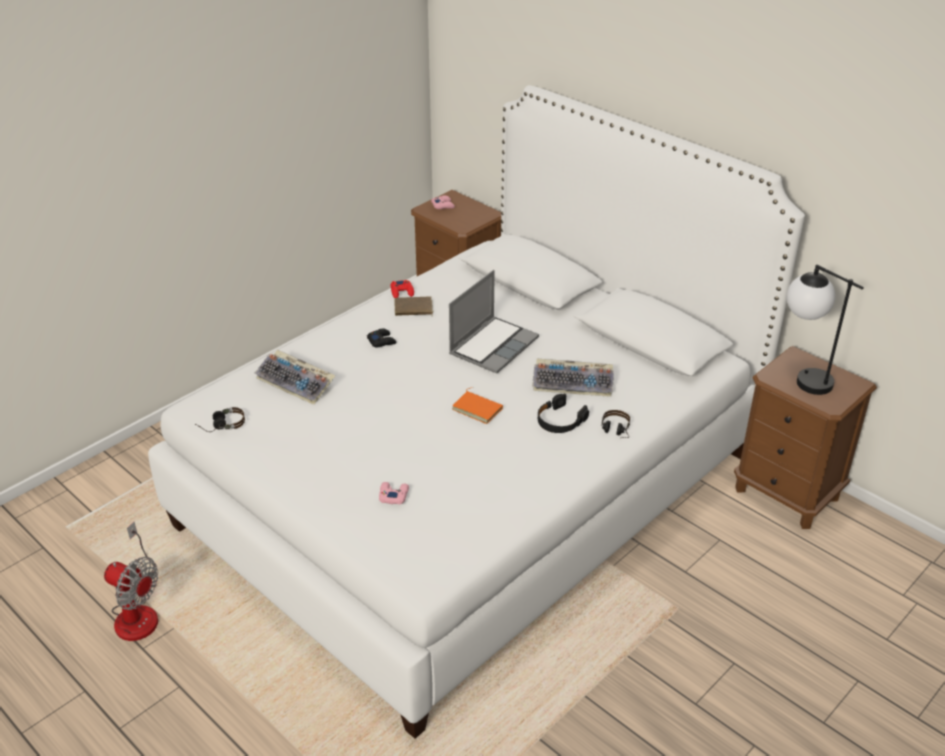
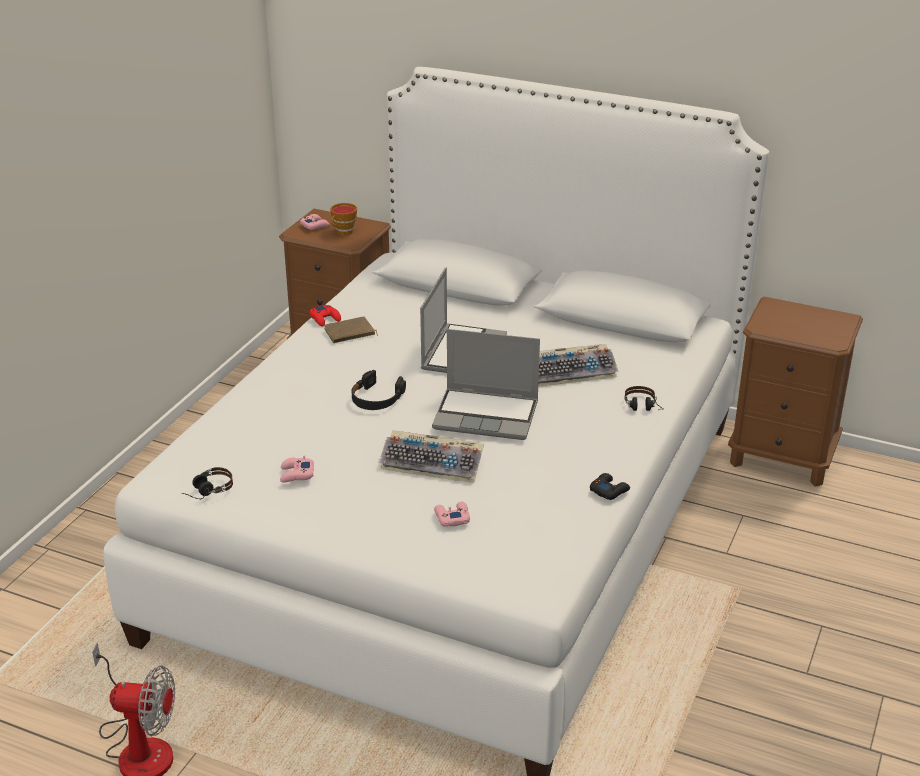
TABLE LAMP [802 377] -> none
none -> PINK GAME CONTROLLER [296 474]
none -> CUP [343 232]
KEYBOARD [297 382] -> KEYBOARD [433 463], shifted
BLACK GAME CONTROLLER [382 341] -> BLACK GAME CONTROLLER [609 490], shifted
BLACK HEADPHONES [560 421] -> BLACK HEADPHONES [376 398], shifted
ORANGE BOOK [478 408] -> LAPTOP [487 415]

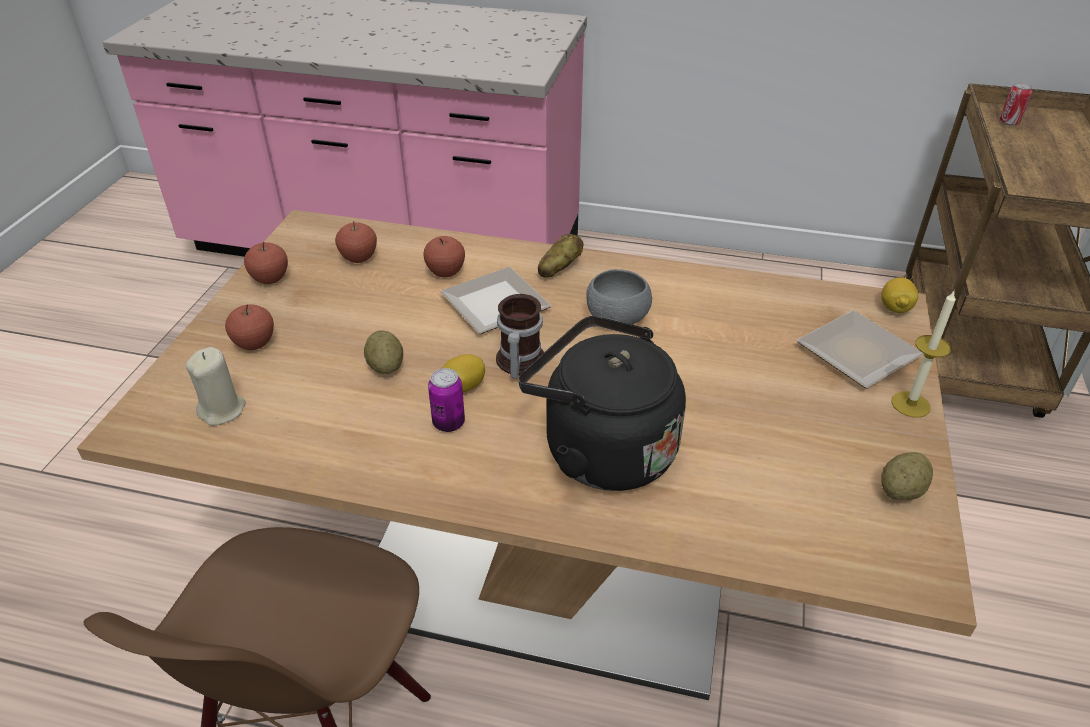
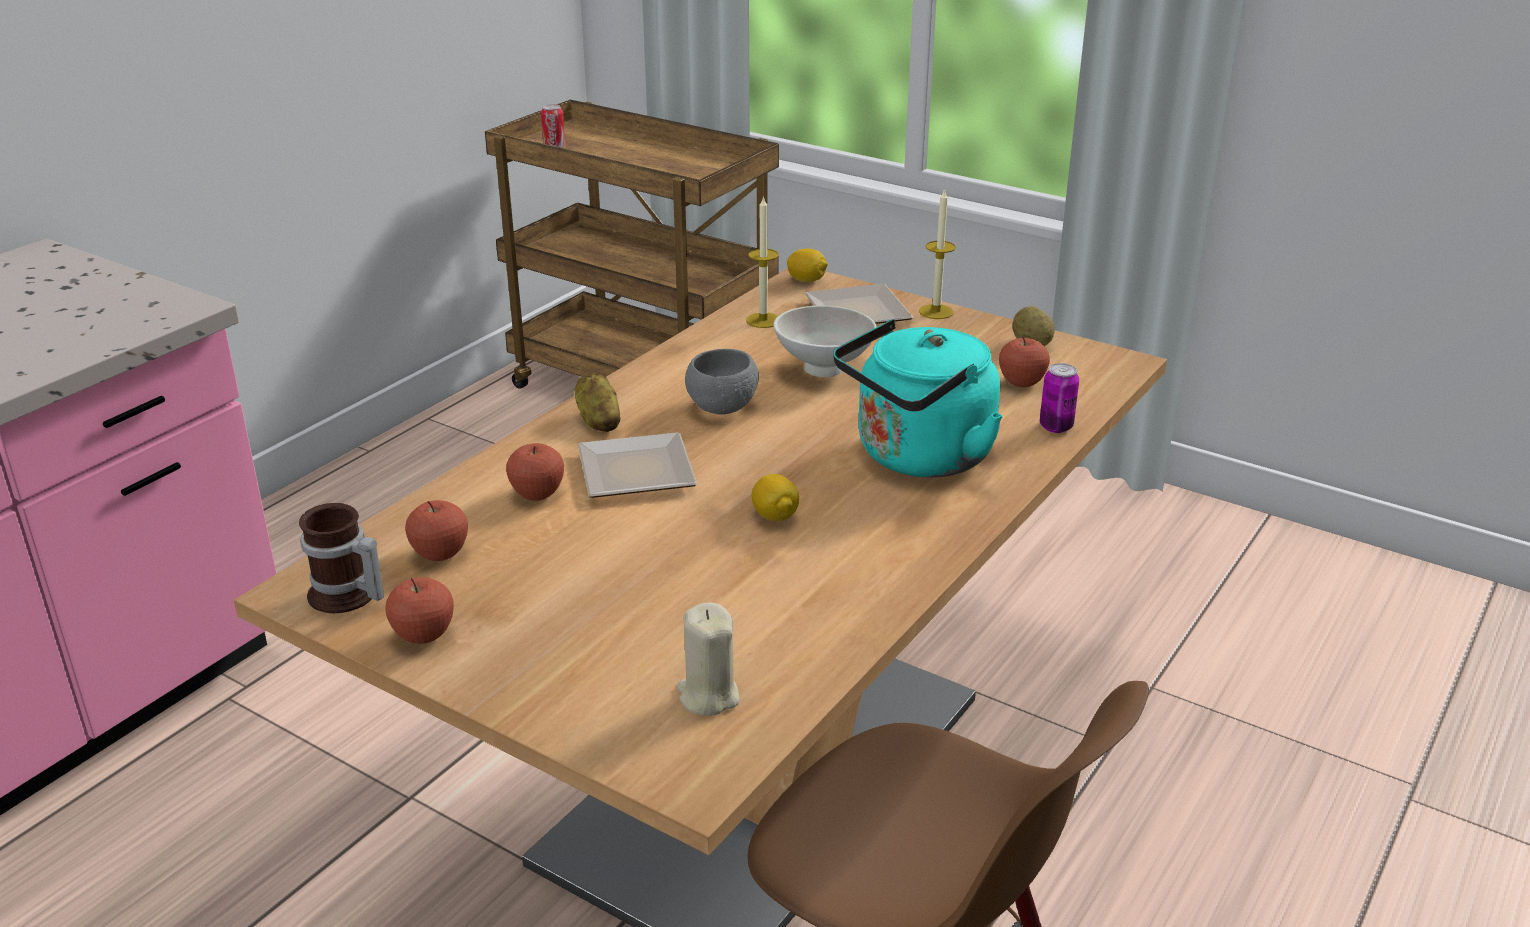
POTATO [386 366] -> none
none -> CANDLE [763 320]
none -> WHITE BOWL [822 367]
APPLE [254 343] -> APPLE [1021 382], shifted
CAN [448 423] -> CAN [1056 427], shifted
MUG [517 362] -> MUG [346 597], shifted
BLACK KETTLE [601 450] -> TURQUOISE KETTLE [918 457]

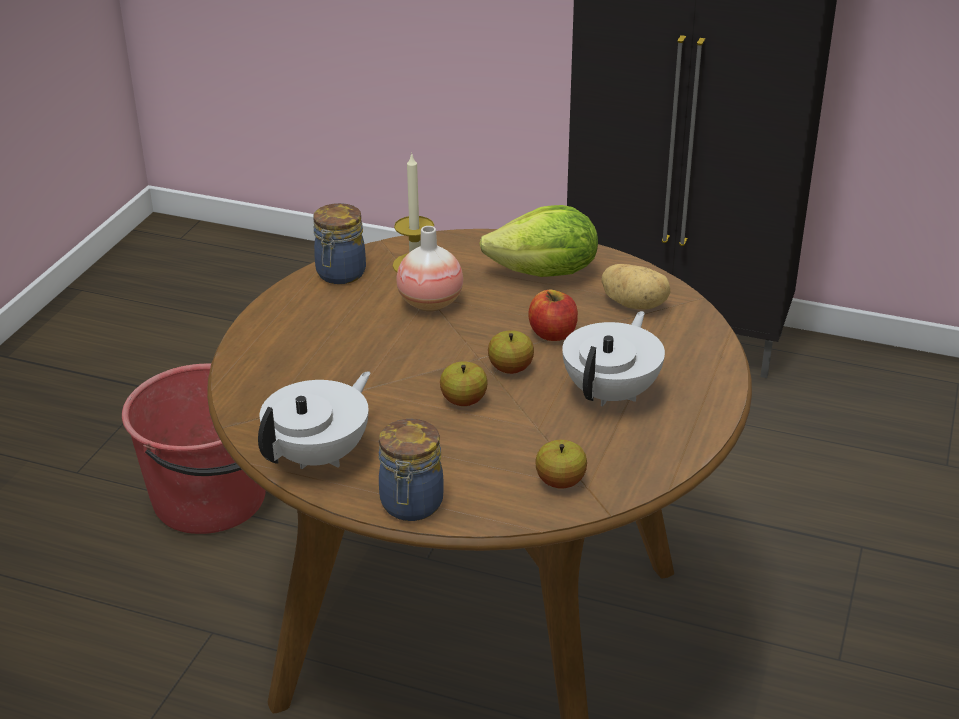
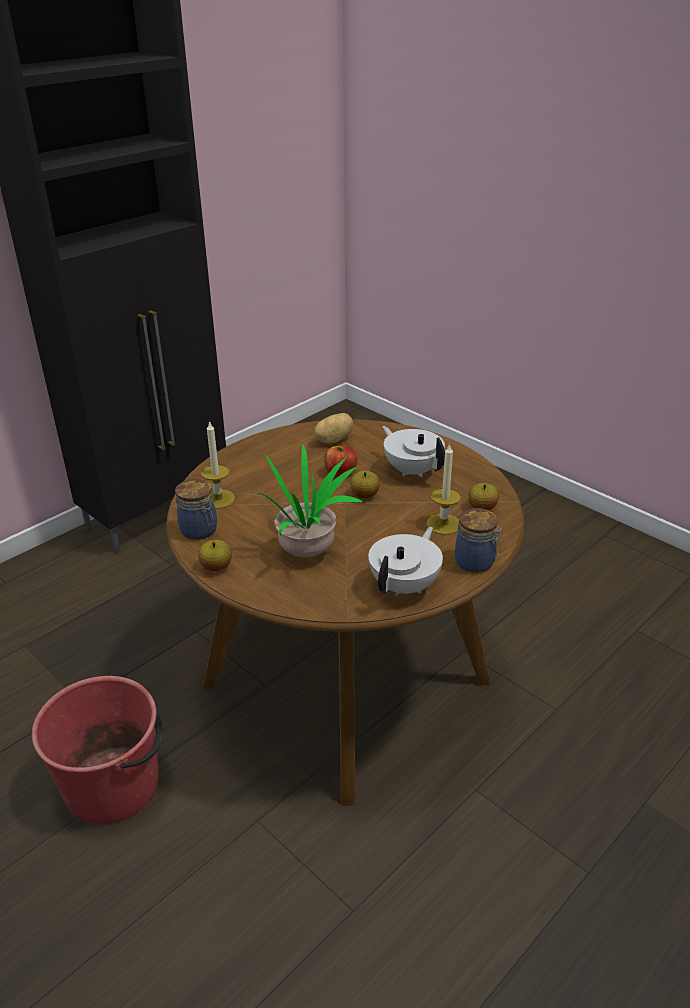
VASE [430 303] -> none
LETTUCE [545 274] -> none
none -> POTTED PLANT [305 550]
none -> CANDLE [443 524]
APPLE [463 401] -> APPLE [216 567], shifted
WHITE TEAPOT [320 455] -> WHITE TEAPOT [405 585], 60 degrees clockwise

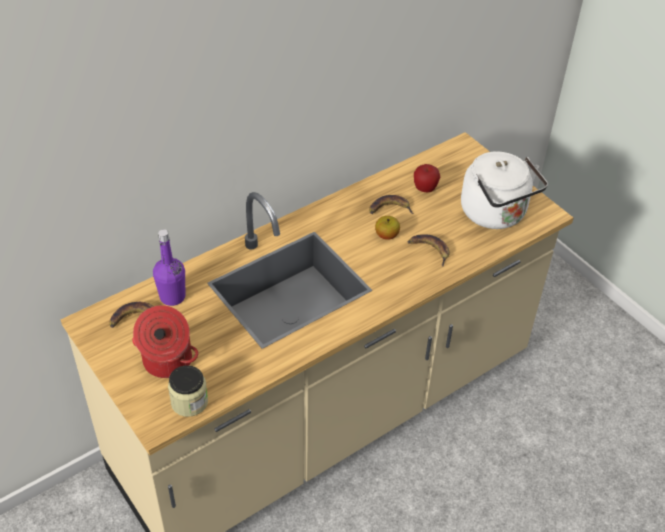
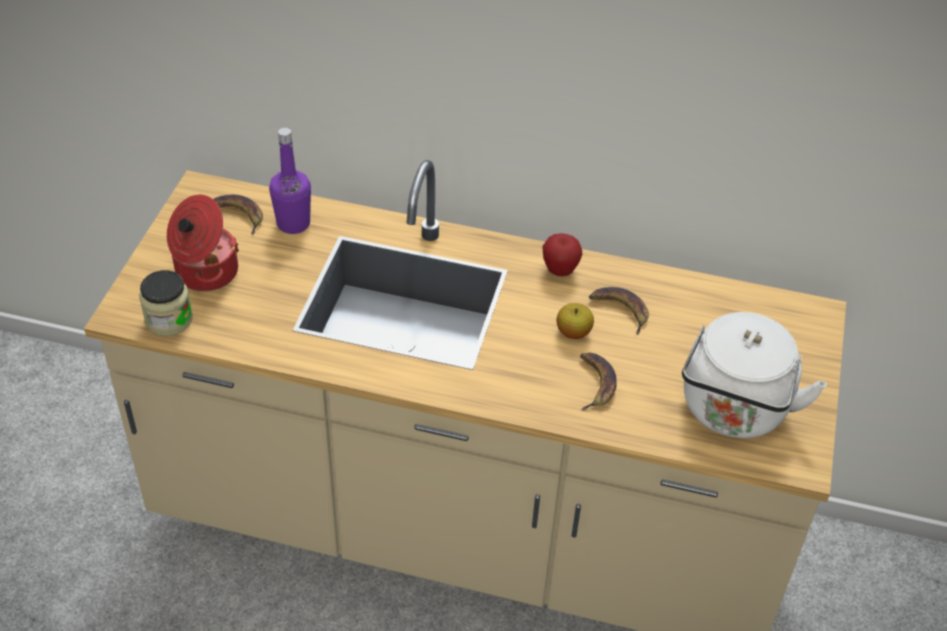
APPLE [425 189] -> APPLE [560 270], shifted

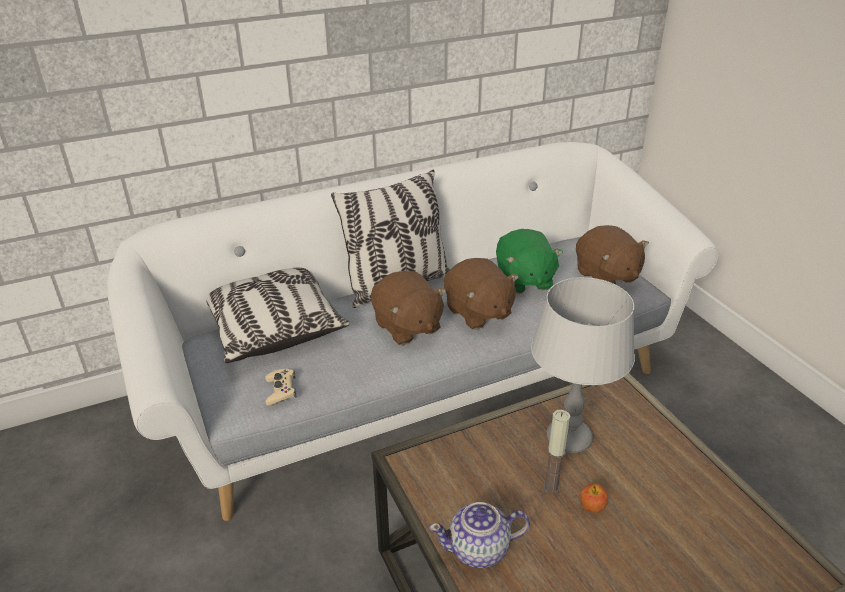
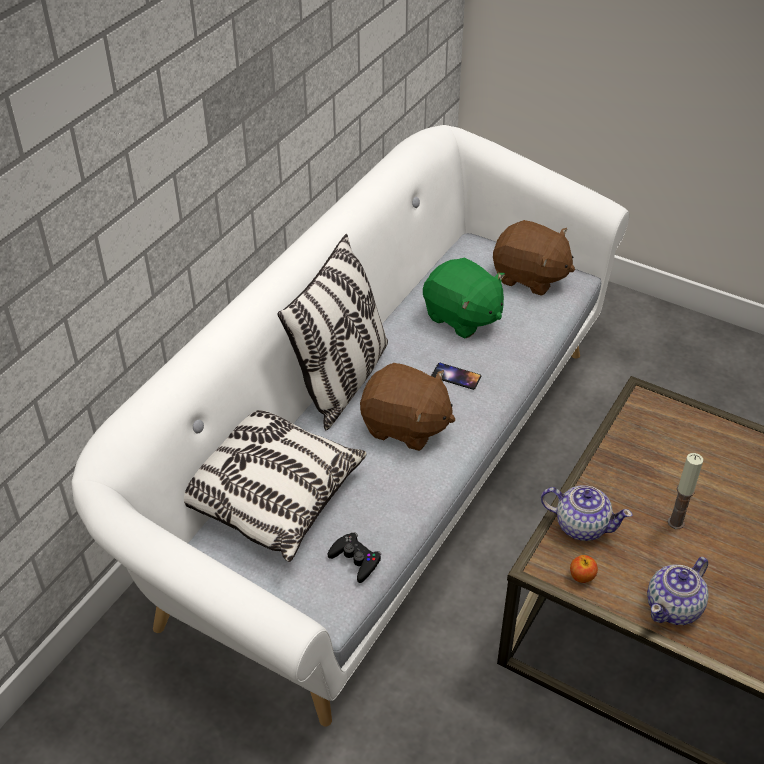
GREY TABLE LAMP [568 439] -> none
none -> TEAPOT [581 525]
APPLE [592 506] -> APPLE [582 576], shifted
BROWN PLUSH TOY [478 312] -> PHONE [456 376]
BEIGE GAME CONTROLLER [281 390] -> BLACK GAME CONTROLLER [355 560]

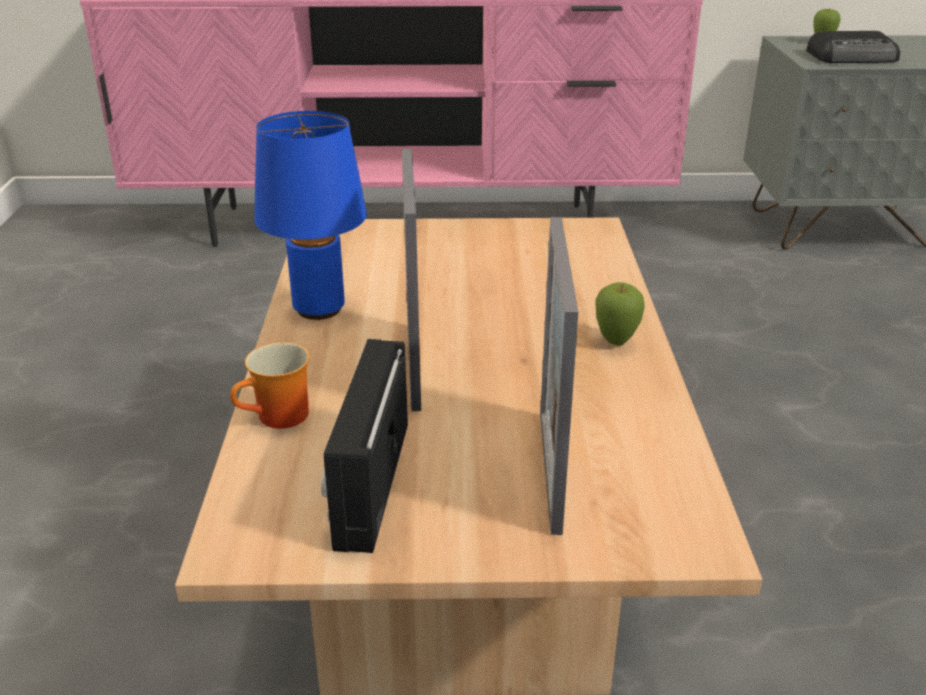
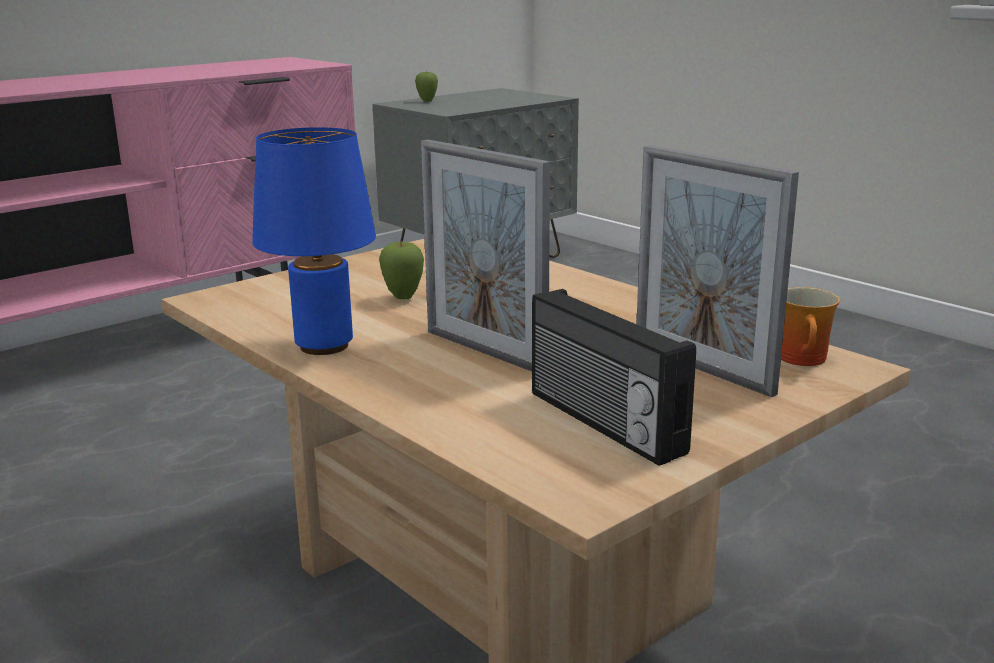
RADIO [853 57] -> none
MUG [280 419] -> MUG [806 359], shifted
APPLE [616 342] -> APPLE [403 298], shifted

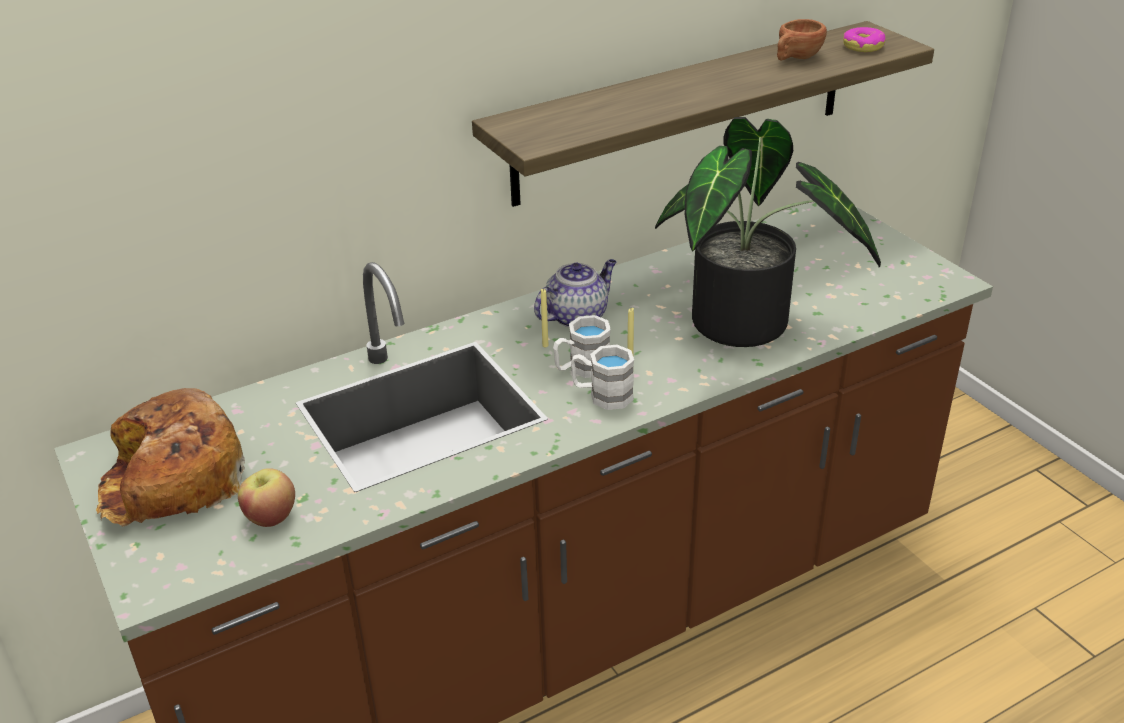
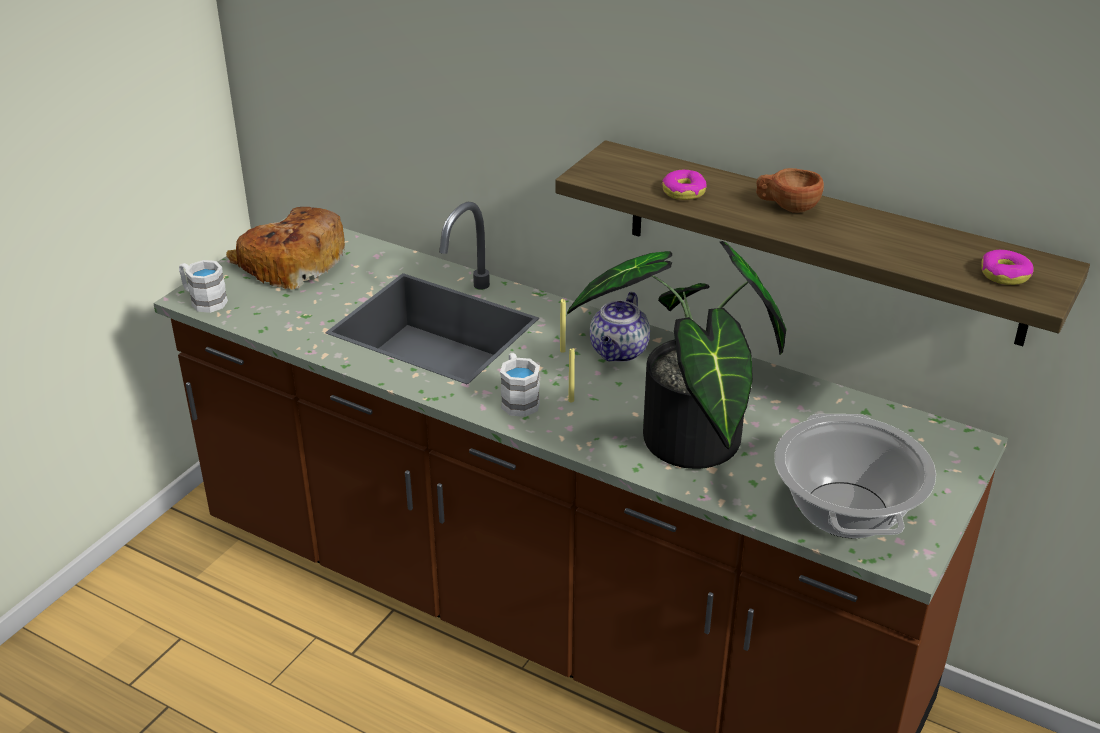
APPLE [270 516] -> none
none -> DONUT [683 192]
none -> COOKING POT [847 511]
WHITE MUG [581 368] -> WHITE MUG [203 300], shifted
BROWN CUP [796 58] -> BROWN CUP [787 207], shifted
TEAPOT [577 316] -> TEAPOT [619 352], 90 degrees clockwise

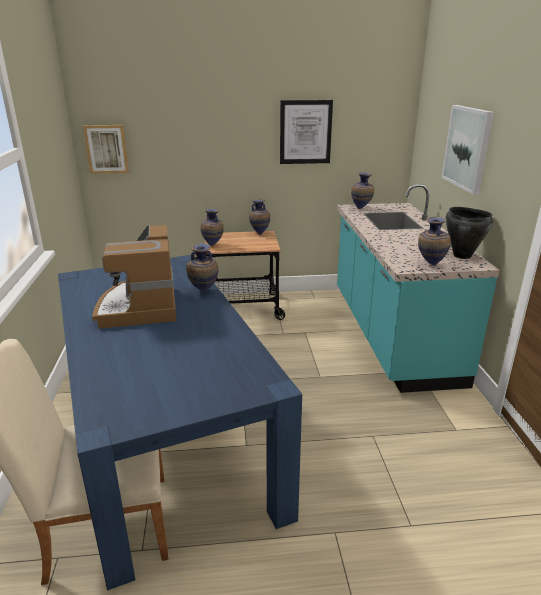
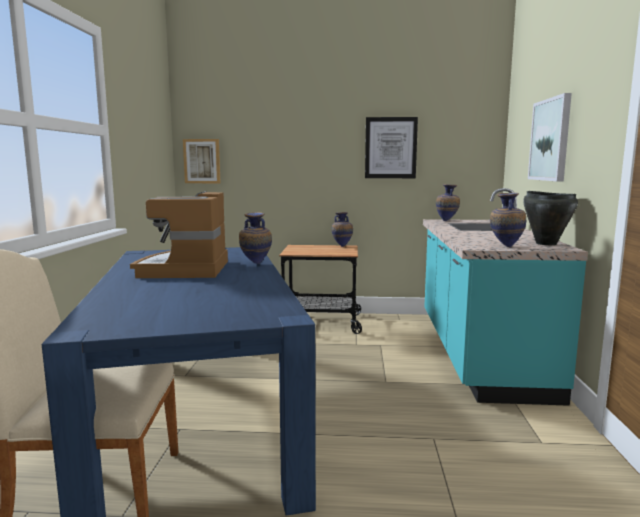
VASE [213 245] -> none

